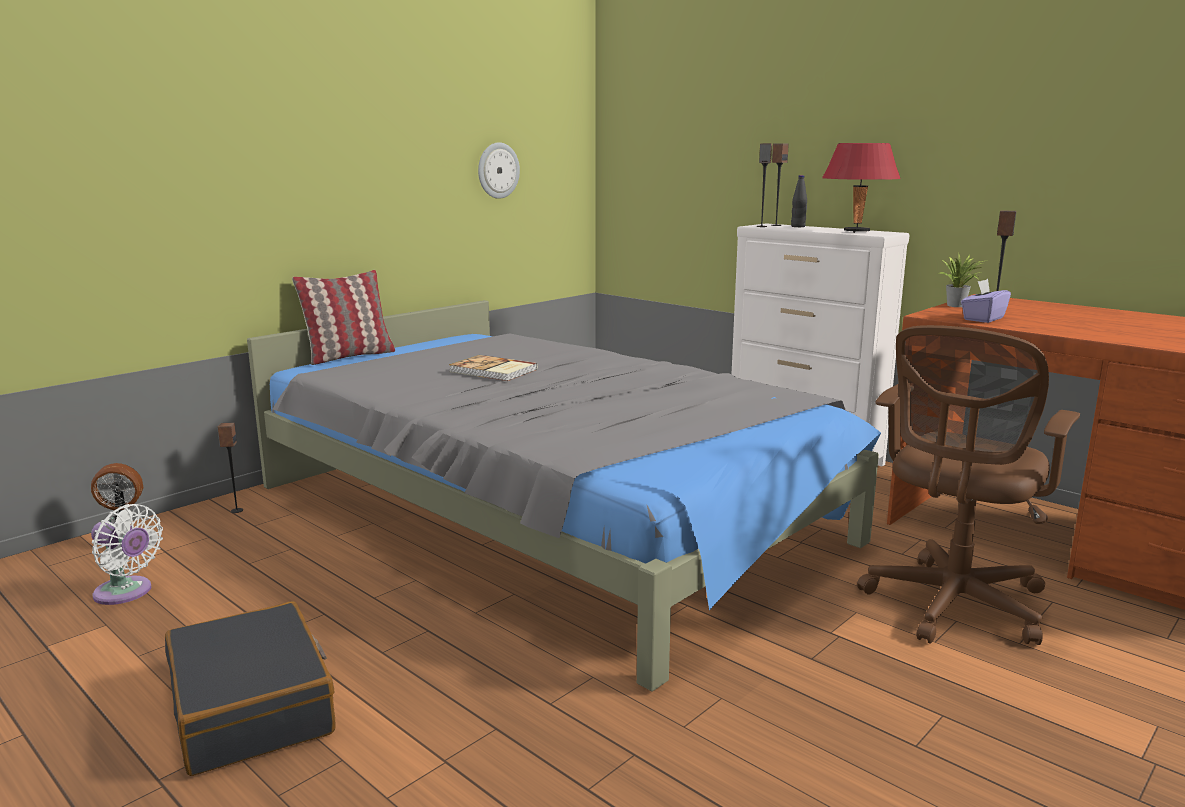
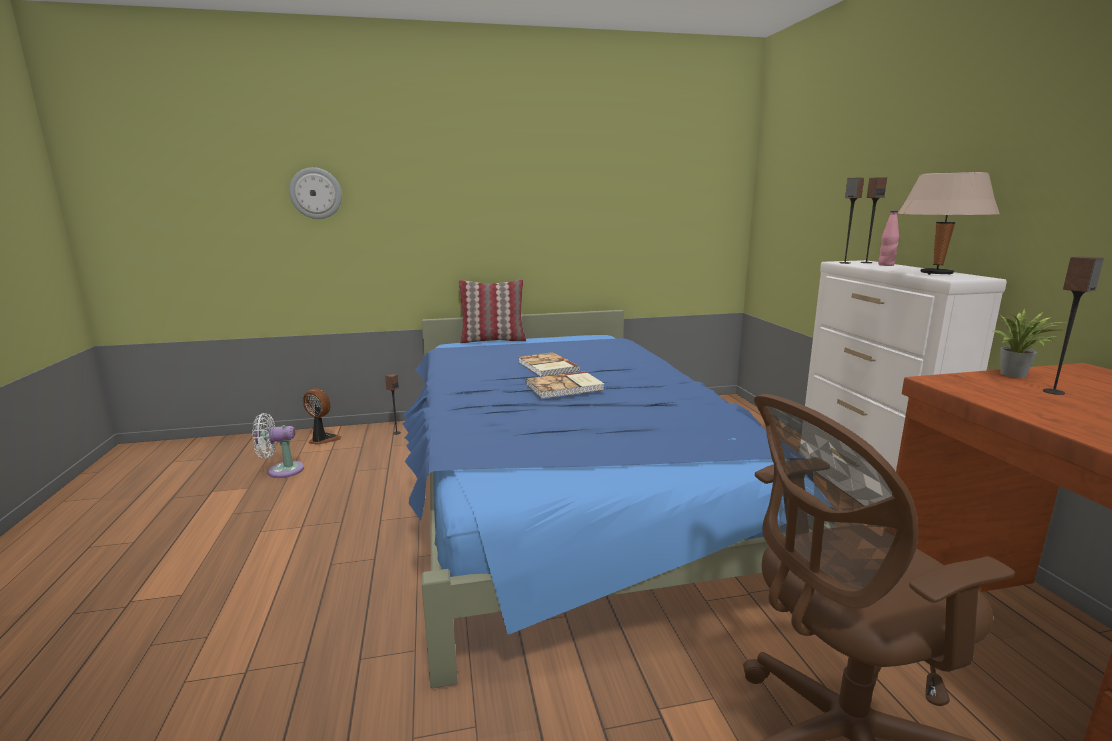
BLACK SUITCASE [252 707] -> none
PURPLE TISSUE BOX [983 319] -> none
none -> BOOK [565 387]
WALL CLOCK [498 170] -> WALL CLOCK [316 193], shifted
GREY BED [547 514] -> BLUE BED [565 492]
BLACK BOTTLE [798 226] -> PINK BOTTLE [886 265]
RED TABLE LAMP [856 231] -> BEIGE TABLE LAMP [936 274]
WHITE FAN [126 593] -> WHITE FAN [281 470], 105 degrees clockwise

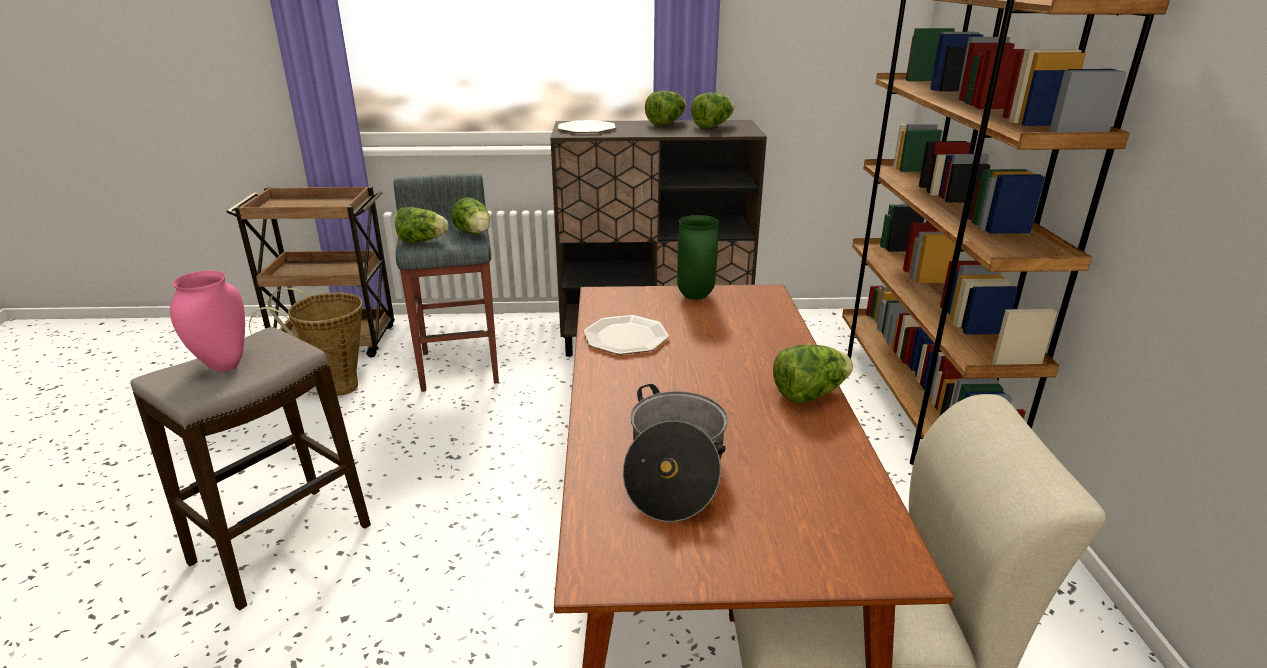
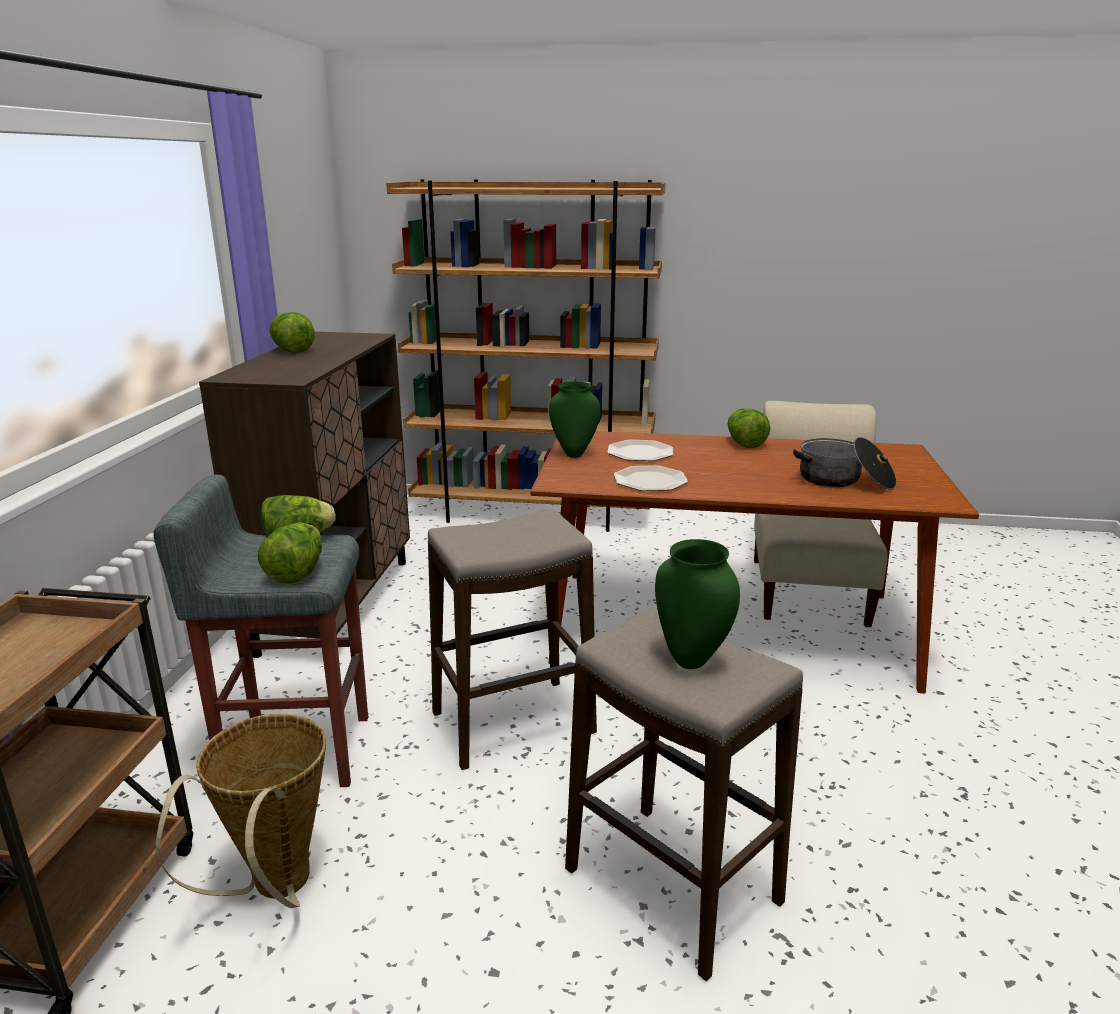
LETTUCE [712 126] -> none
none -> STOOL [512 723]
PLATE [587 128] -> PLATE [639 452], shifted
PINK VASE [225 367] -> GREEN VASE [693 660]

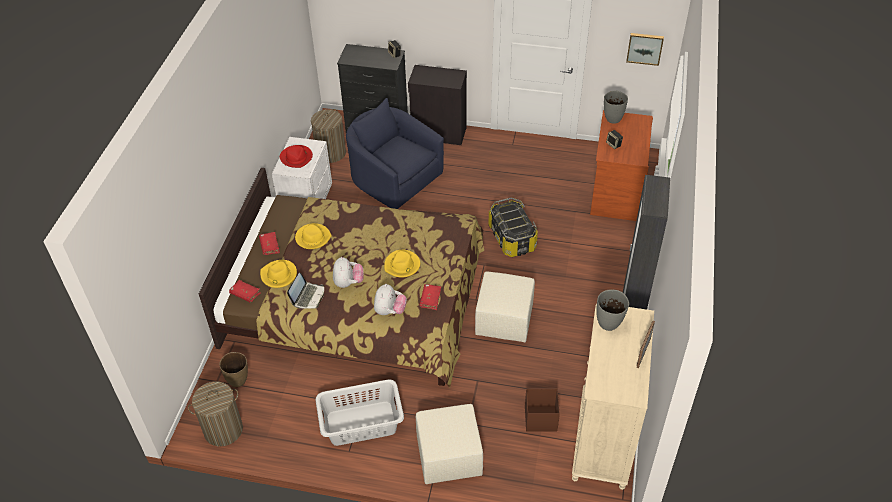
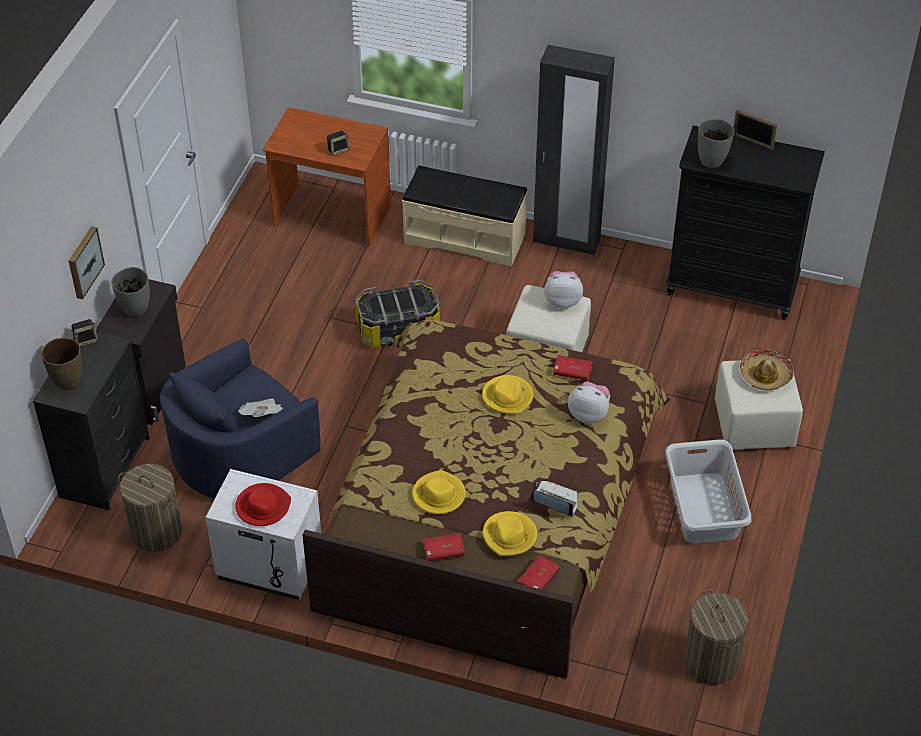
BROWN STORAGE BOX [540 418] -> none
none -> NEWSPAPER [262 415]
none -> BEIGE BENCH [465 237]
none -> HAT [765 375]
BROWN VASE [238 380] -> BROWN VASE [67 381], shifted
PLUSH TOY [348 282] -> PLUSH TOY [562 300], shifted
GREY VASE [612 119] -> GREY VASE [135 310], shifted
PICTURE [644 48] -> PICTURE [84 262], shifted
BEIGE DRESSER [603 440] -> BLACK DRESSER [732 288]

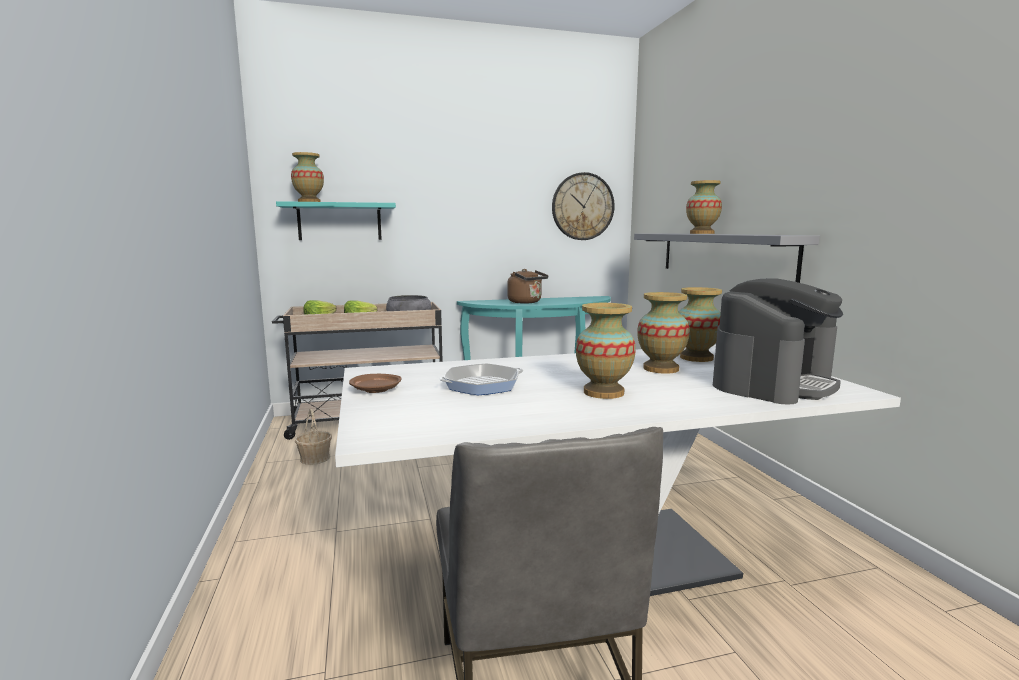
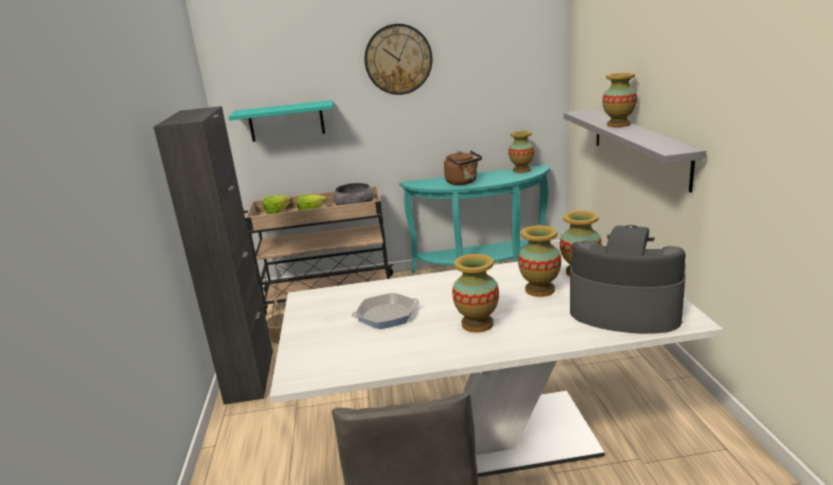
BROWN PLATE [376 390] -> none
none -> BLACK CABINET [250 376]
VASE [309 202] -> VASE [521 170], shifted
WALL CLOCK [582 206] -> WALL CLOCK [398 59], shifted
COFFEE MACHINE [773 383] -> COFFEE MACHINE [624 310], 120 degrees counterclockwise

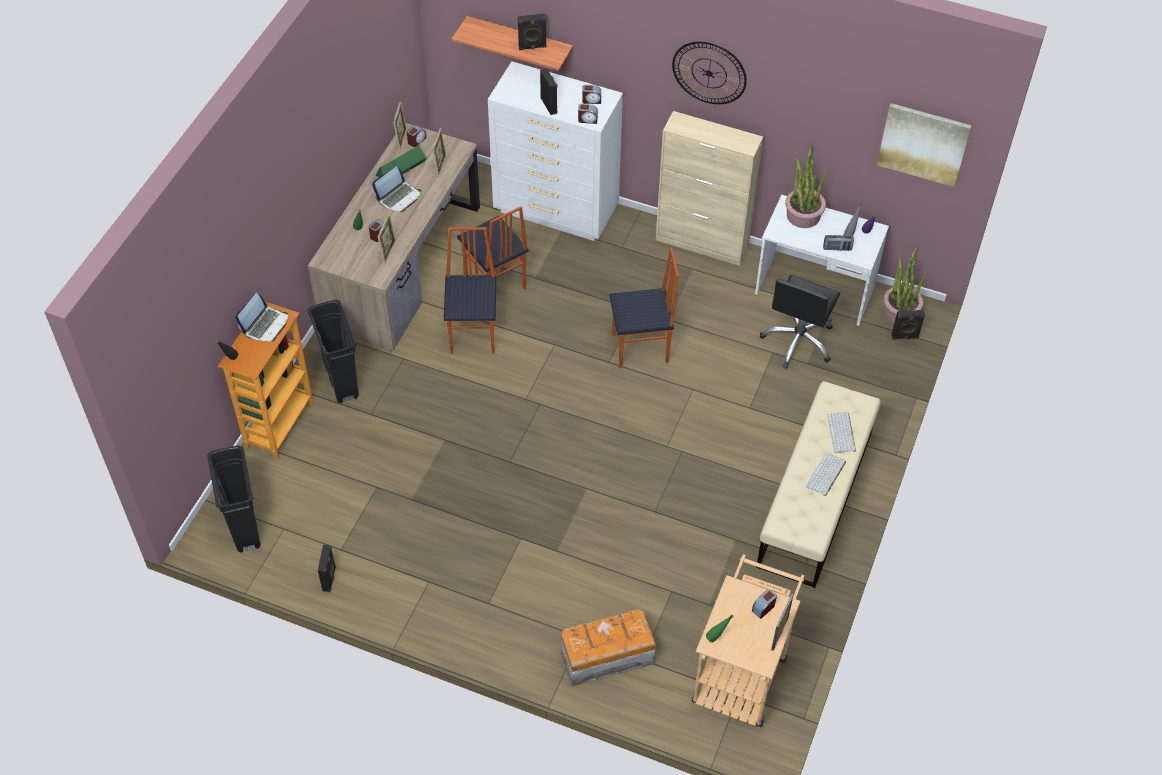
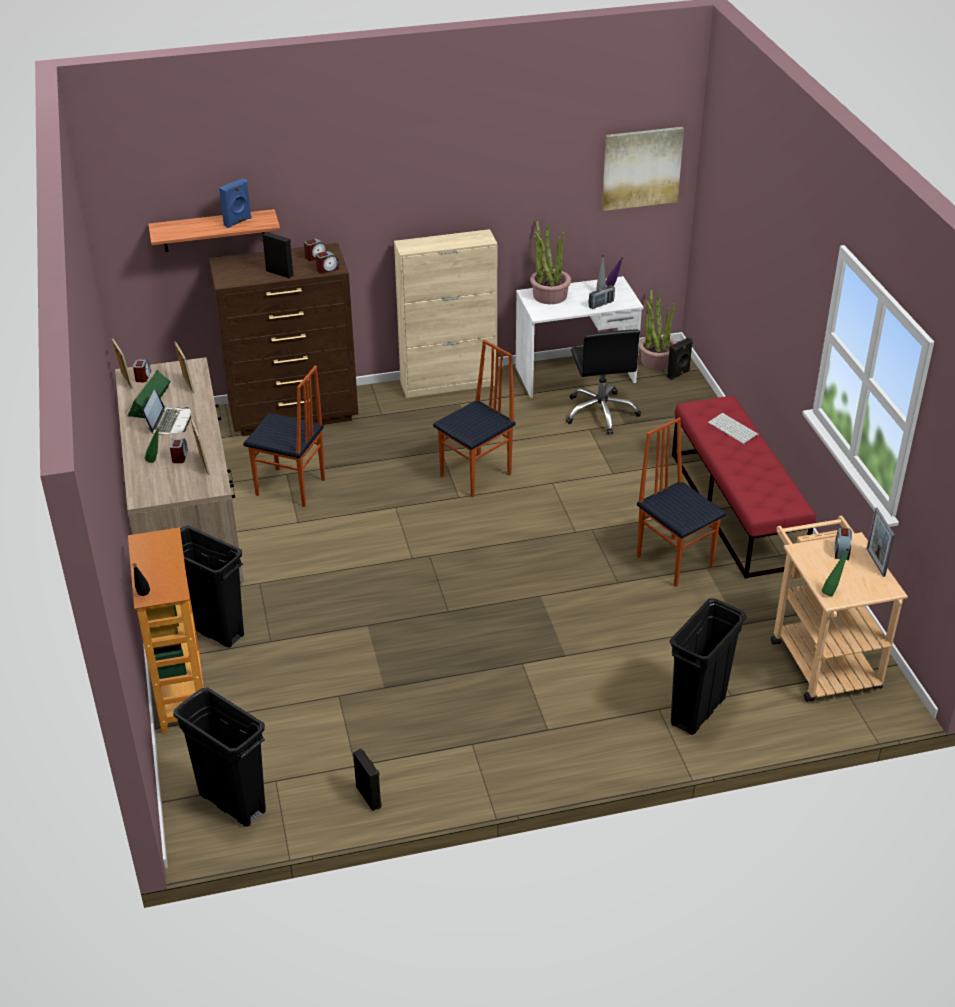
LAPTOP [265 325] -> none
WALL CLOCK [709 73] -> none
KEYBOARD [826 475] -> none
CHAIR [474 333] -> CHAIR [675 560], shifted
STORAGE BOX [605 657] -> BLACK TRASH CAN [697 711]
WHITE DRESSER [556 211] -> BROWN DRESSER [294 414]
BLACK SPEAKER [532 47] -> BLUE SPEAKER [238 222]
BEIGE BENCH [815 499] -> RED BENCH [736 509]

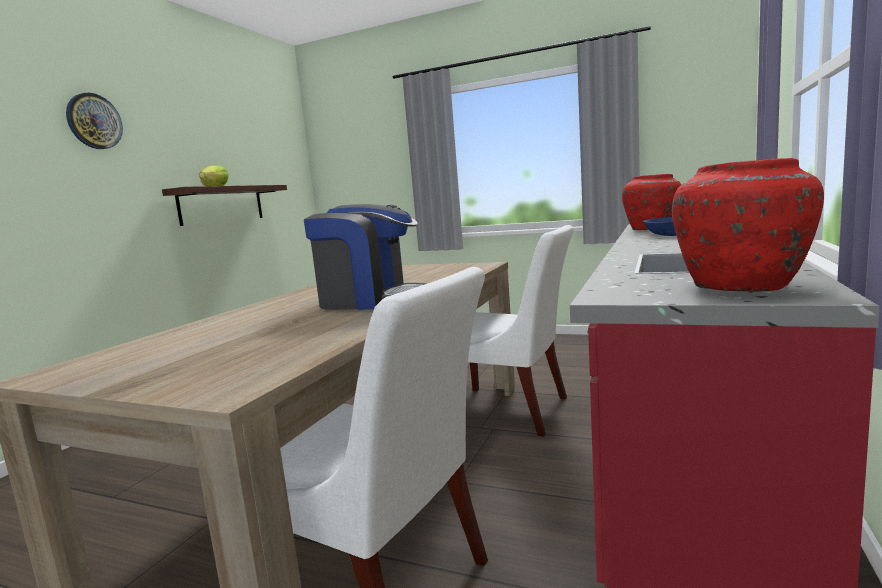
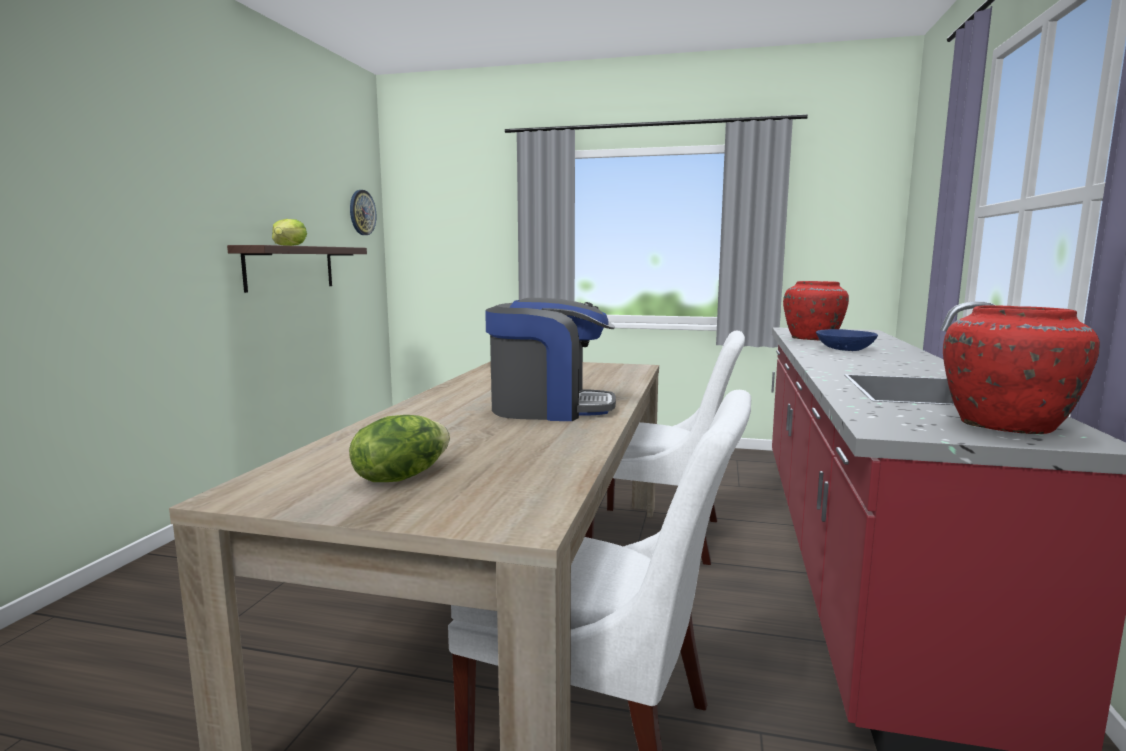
none -> LETTUCE [401 476]
WALL CLOCK [94 121] -> WALL CLOCK [362 212], shifted

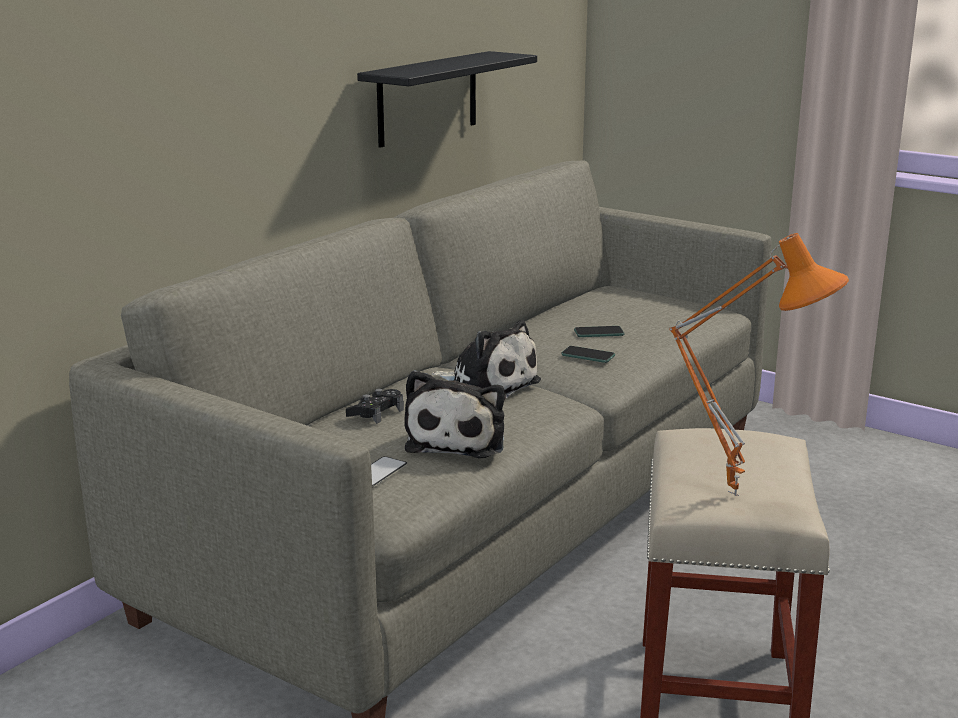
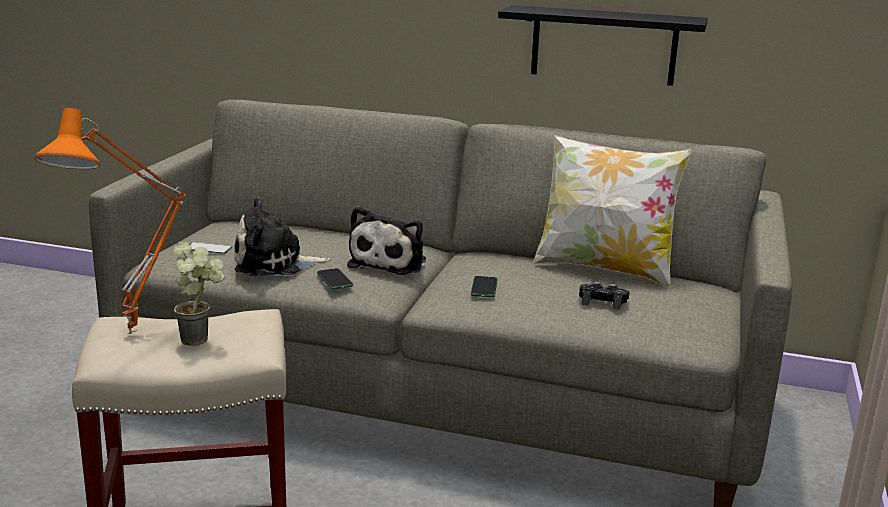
none -> POTTED PLANT [202 339]
none -> PILLOW [604 268]
BLACK GAME CONTROLLER [376 413] -> BLACK GAME CONTROLLER [603 301], shifted
PHONE [599 333] -> PHONE [334 280], shifted

